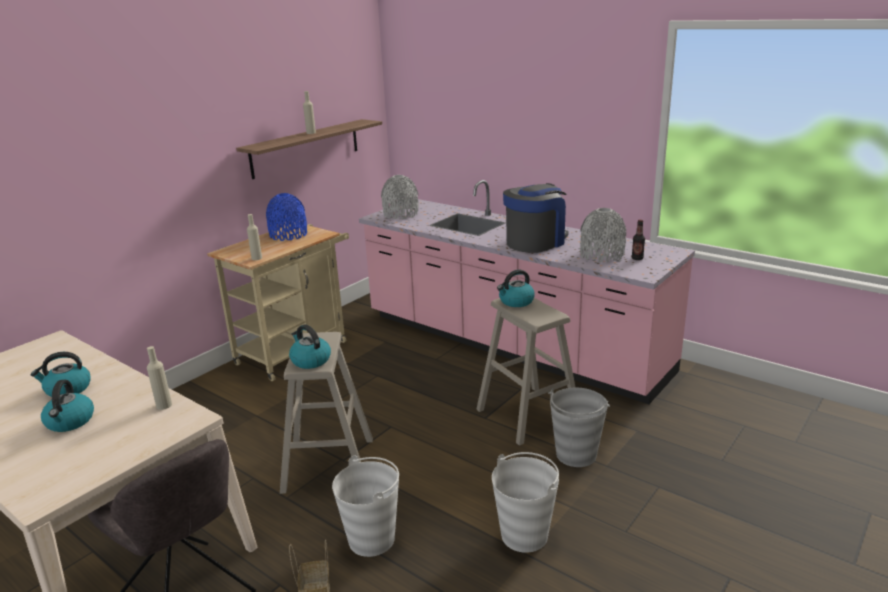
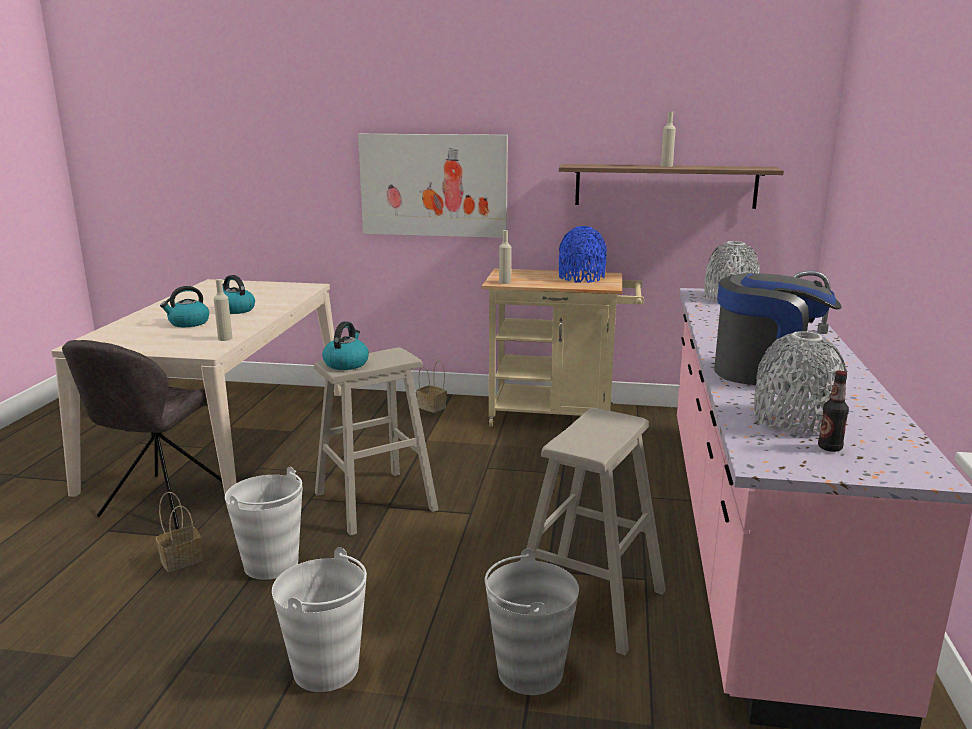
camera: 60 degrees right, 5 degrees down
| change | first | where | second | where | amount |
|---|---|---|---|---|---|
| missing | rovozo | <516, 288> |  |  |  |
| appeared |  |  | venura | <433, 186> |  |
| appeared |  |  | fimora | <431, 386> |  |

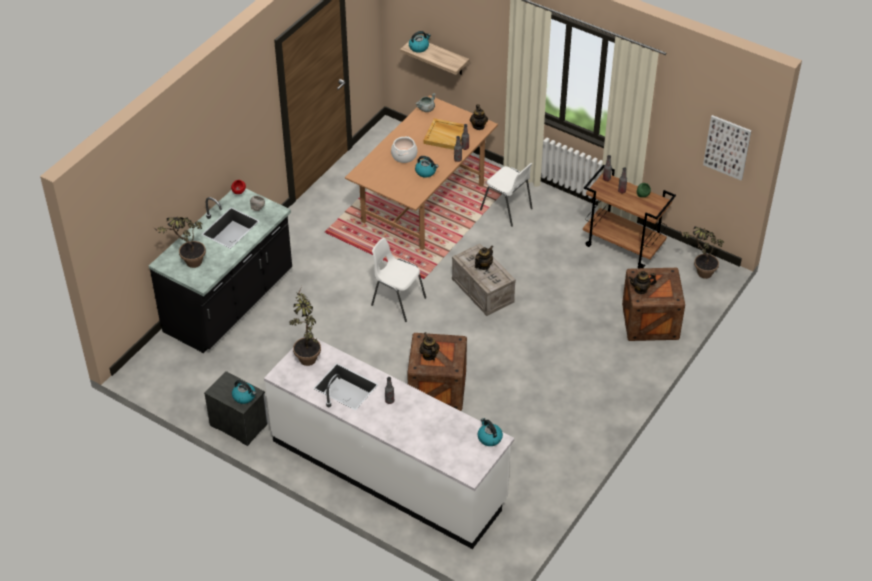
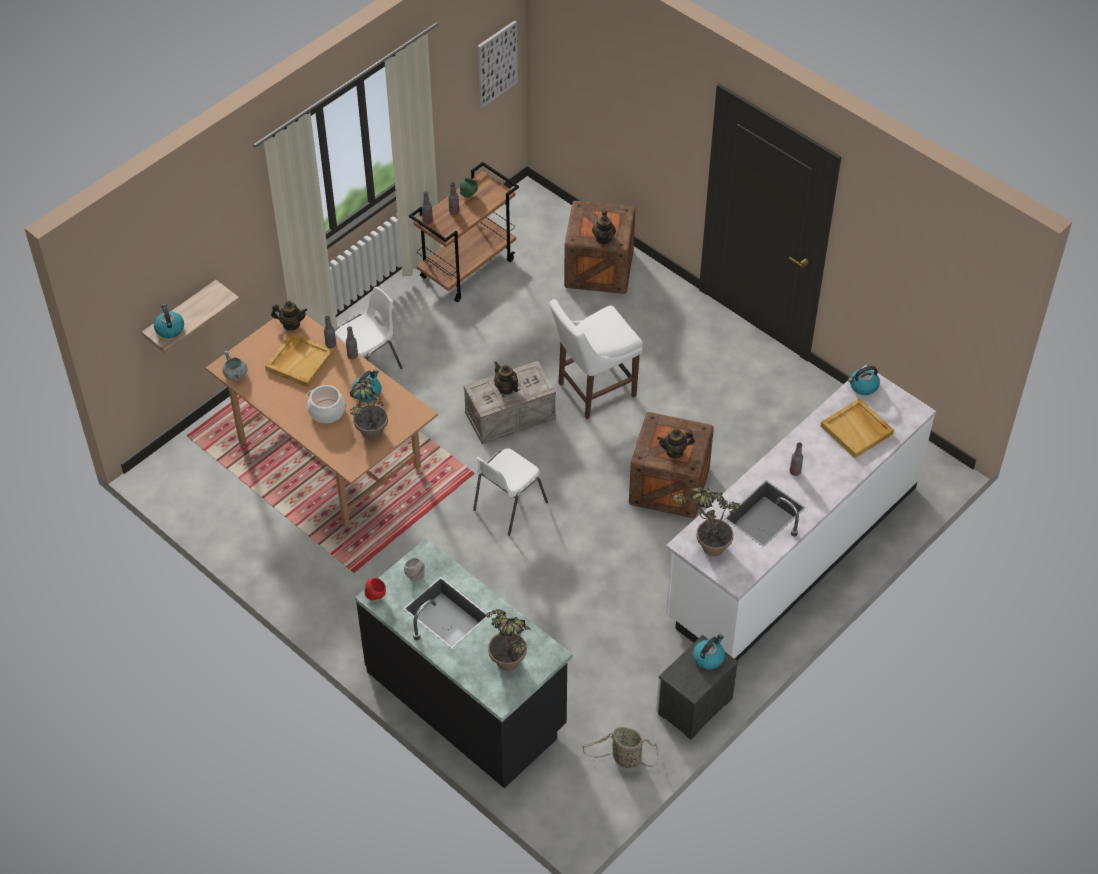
camera: 80 degrees left, 5 degrees up
| change | first | where | second | where | amount |
|---|---|---|---|---|---|
| relocated | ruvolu | <701, 253> |  | <369, 409> |  |
| appeared |  |  | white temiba | <596, 359> |  |
| appeared |  |  | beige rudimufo | <857, 428> |  |
| appeared |  |  | fimora | <620, 747> |  |

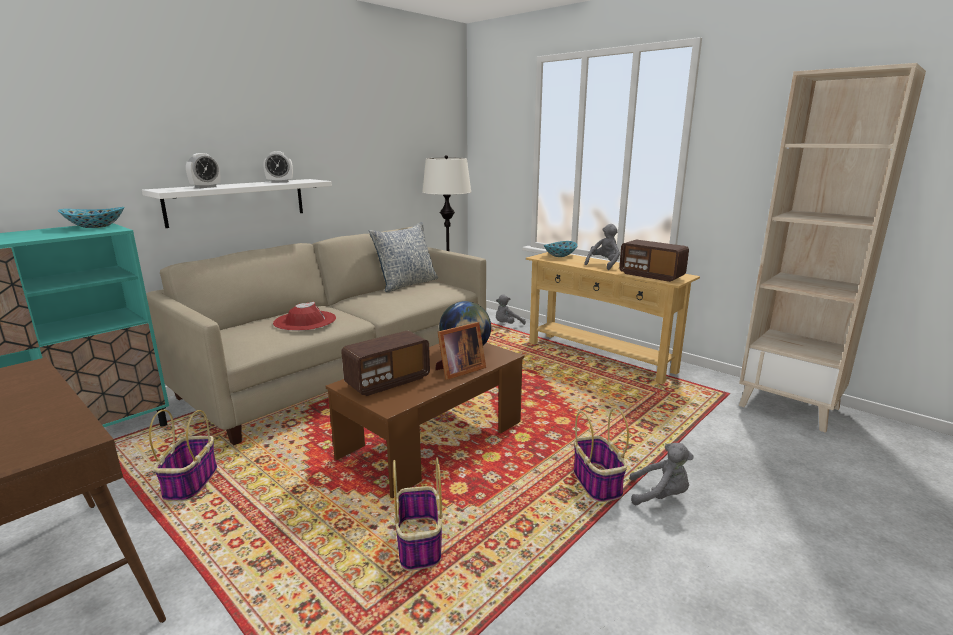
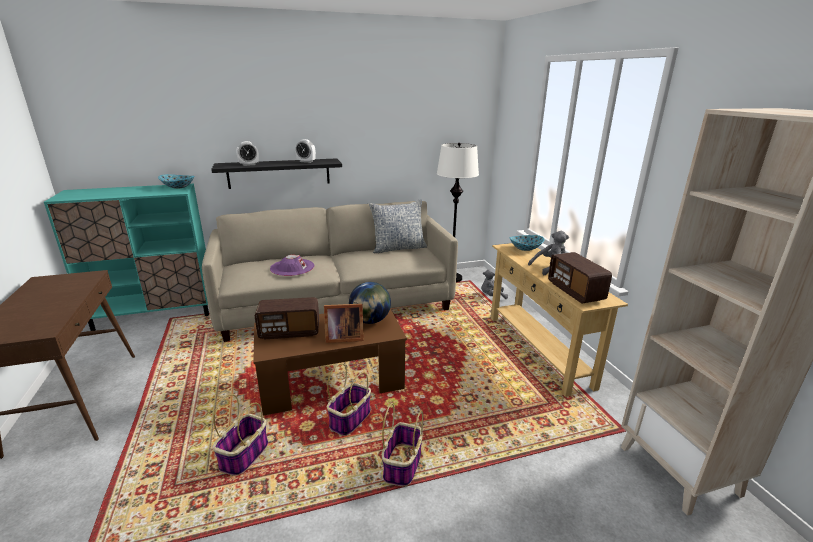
camera: 30 degrees right, 5 degrees up
| change | first | where | second | where | amount |
|---|---|---|---|---|---|
| colour | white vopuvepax | <237, 203> | black vopuvepax | <276, 173> |  |
| colour | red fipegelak | <304, 316> | purple fipegelak | <292, 265> |  |
| relocated | fimora | <183, 455> |  | <349, 399> |  |
| missing | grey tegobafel | <661, 474> |  |  |  |

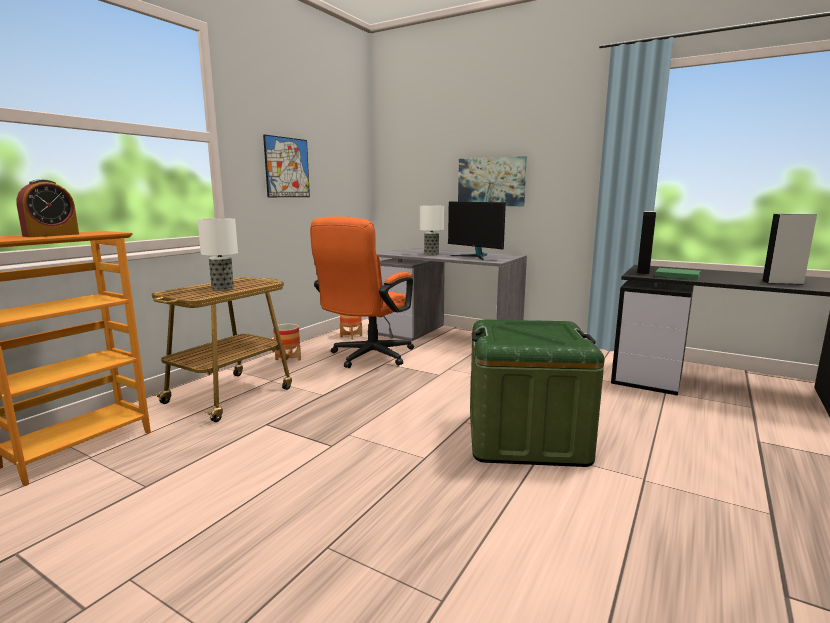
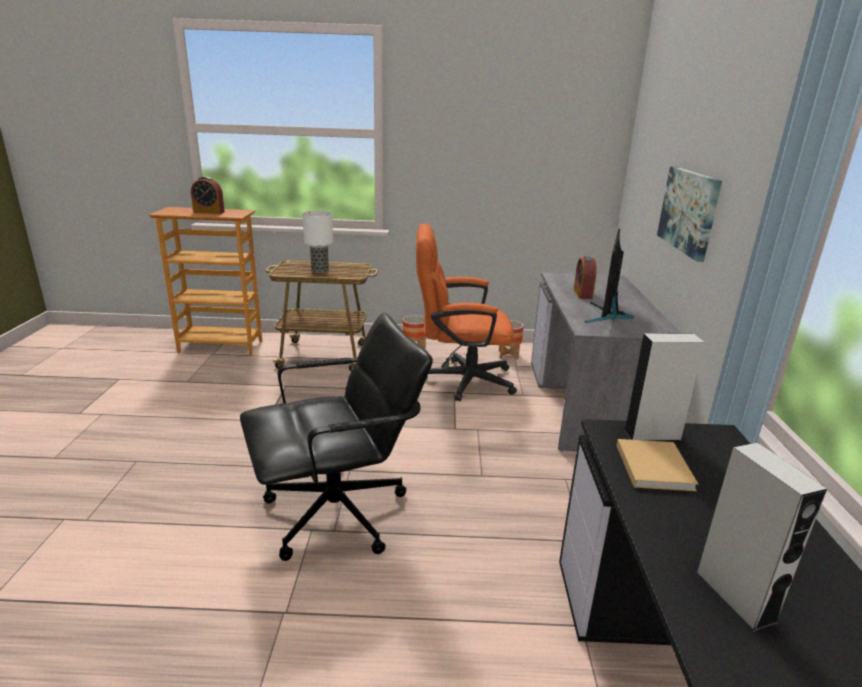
camera: 60 degrees right, 10 degrees up
| change | first | where | second | where | amount |
|---|---|---|---|---|---|
| missing | venura | <286, 165> |  |  |  |
| exchanged | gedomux | <432, 231> | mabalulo | <585, 277> |  |
| colour | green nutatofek | <677, 274> | beige nutatofek | <657, 465> |  |
| exchanged | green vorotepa | <537, 393> | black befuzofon | <336, 437> |  |

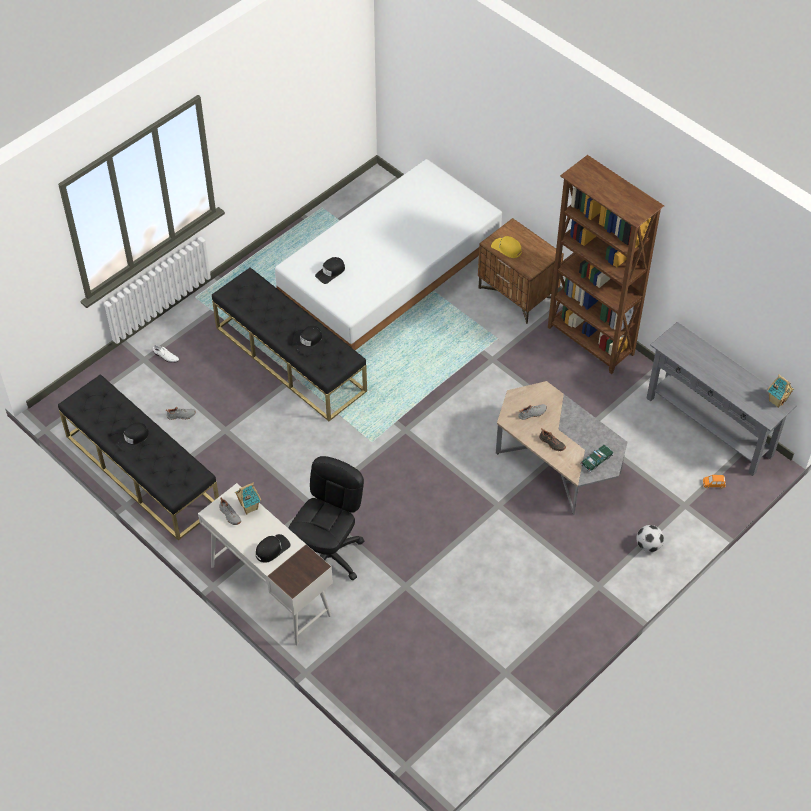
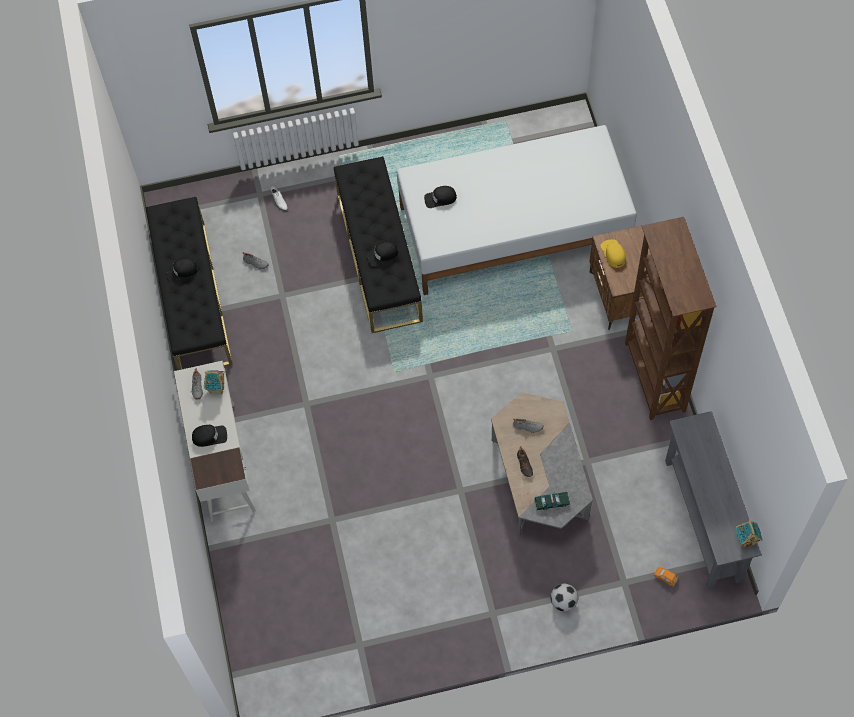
camera: 35 degrees right, 10 degrees up
| change | first | where | second | where | amount |
|---|---|---|---|---|---|
| missing | black befuzofon | <326, 518> |  |  |  |

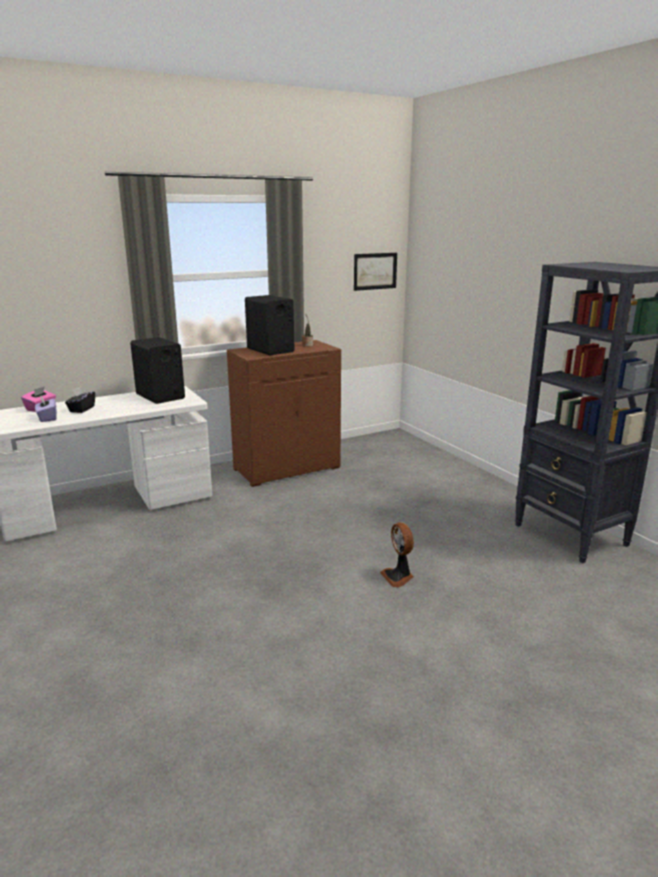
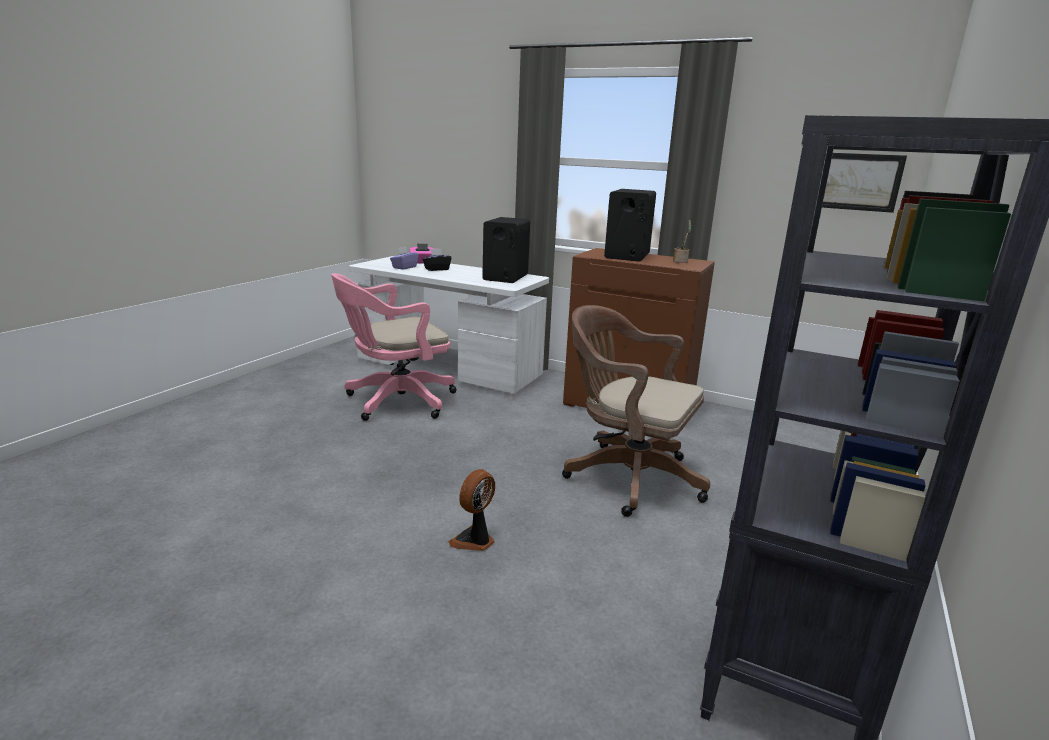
camera: 55 degrees right, 0 degrees up
| change | first | where | second | where | amount |
|---|---|---|---|---|---|
| appeared |  |  | pink befuzofon | <394, 347> |  |
| appeared |  |  | brown befuzofon | <636, 411> |  |

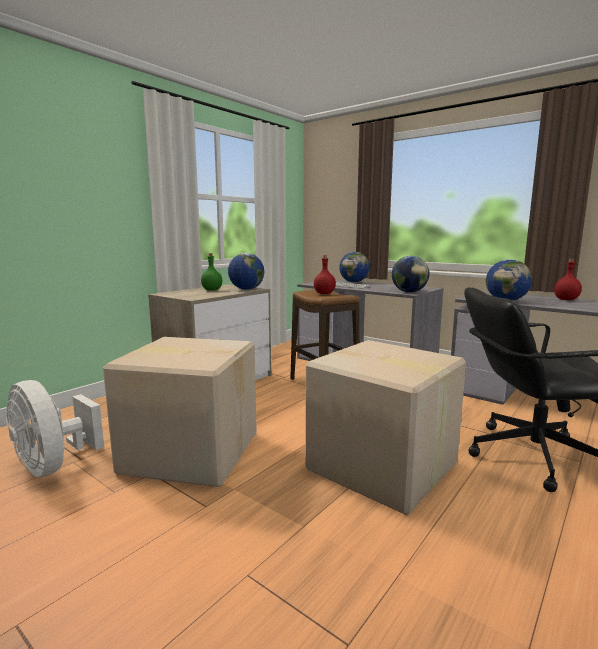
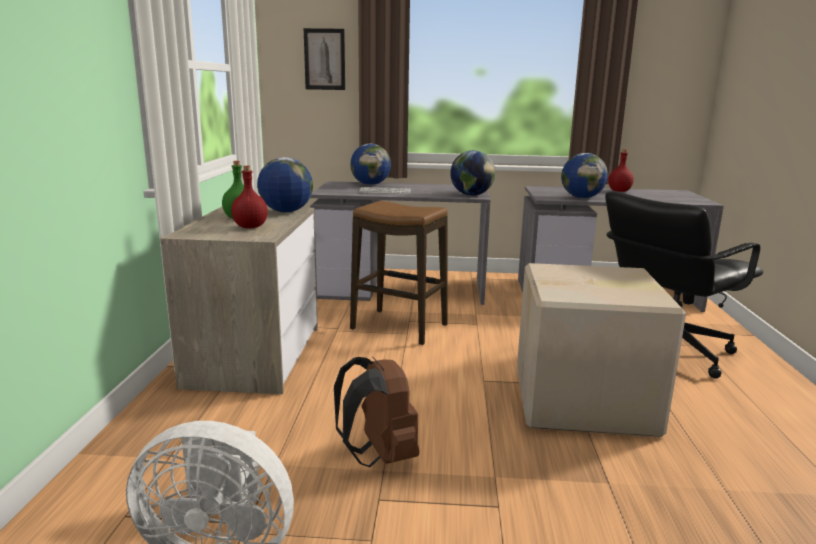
camera: 35 degrees left, 5 degrees up
| change | first | where | second | where | amount |
|---|---|---|---|---|---|
| relocated | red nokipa | <325, 274> |  | <249, 197> |  |
| exchanged | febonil | <180, 412> | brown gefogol | <376, 412> |  |
| appeared |  |  | venura | <324, 59> |  |

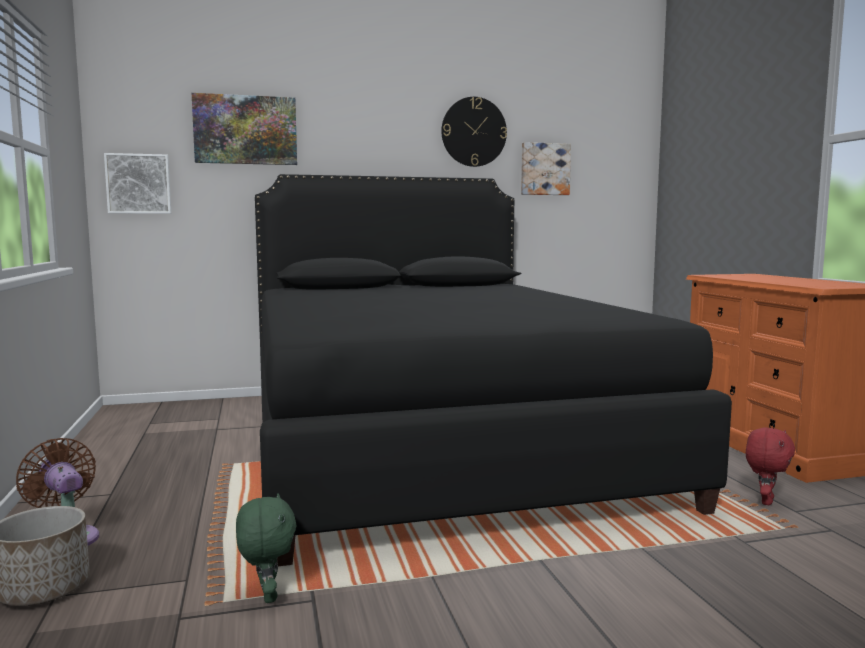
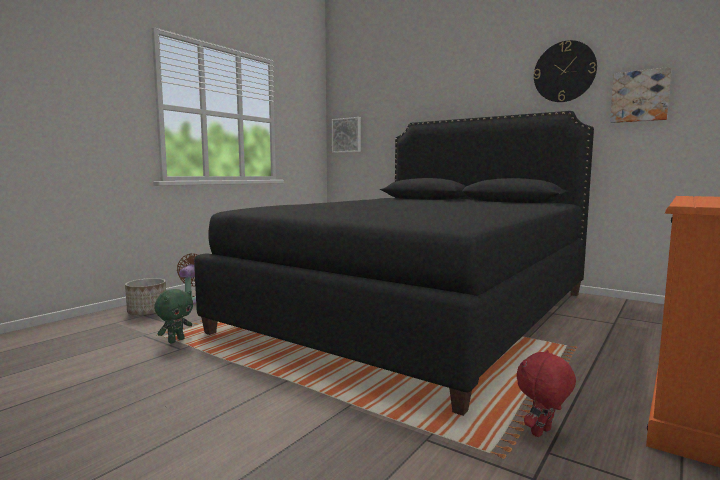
camera: 50 degrees right, 0 degrees up
| change | first | where | second | where | amount |
|---|---|---|---|---|---|
| missing | venura | <244, 129> |  |  |  |
| spun | red tegobafel | <770, 466> |  | <546, 393> | 150 degrees clockwise |

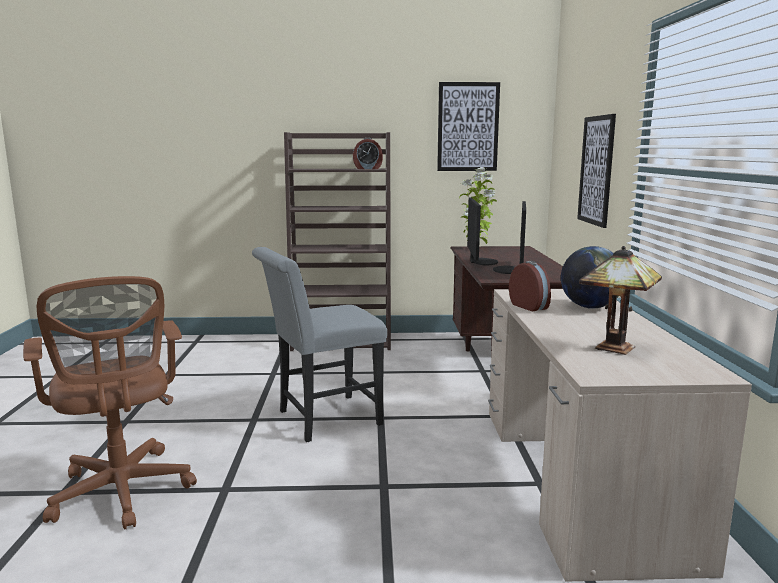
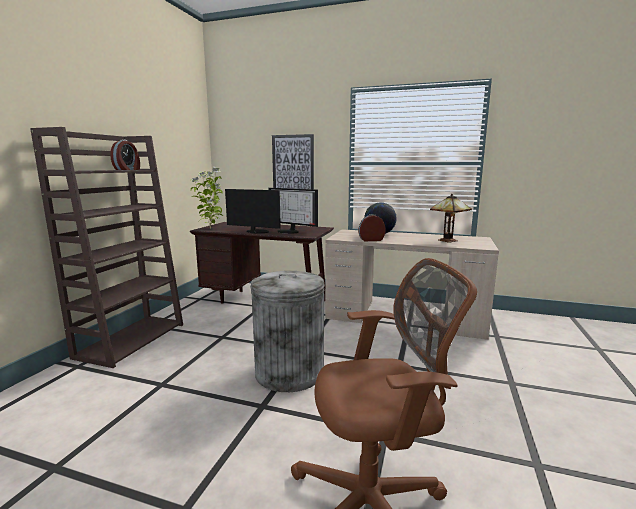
camera: 70 degrees left, 0 degrees up
| change | first | where | second | where | amount |
|---|---|---|---|---|---|
| missing | venura | <468, 126> |  |  |  |
| exchanged | grey temiba | <319, 344> | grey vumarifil | <287, 331> |  |

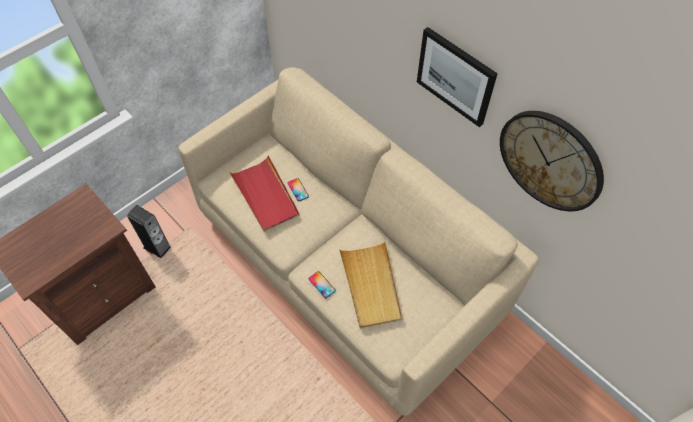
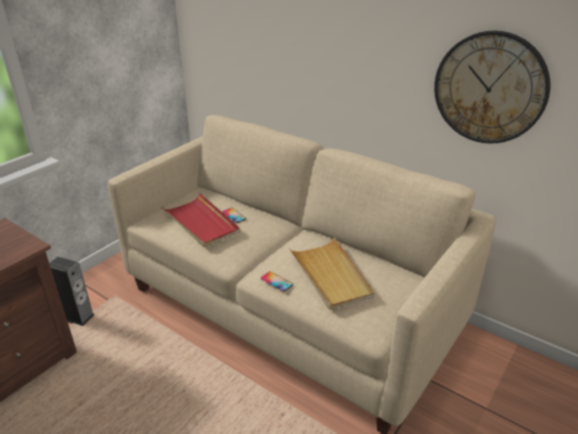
camera: 10 degrees left, 25 degrees down
| change | first | where | second | where | amount |
|---|---|---|---|---|---|
| missing | venura | <457, 77> |  |  |  |

